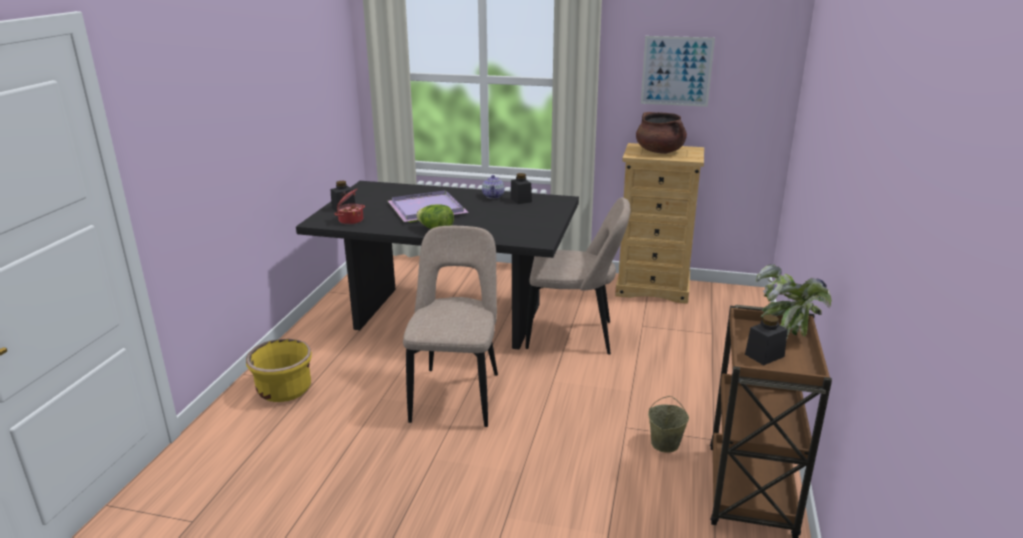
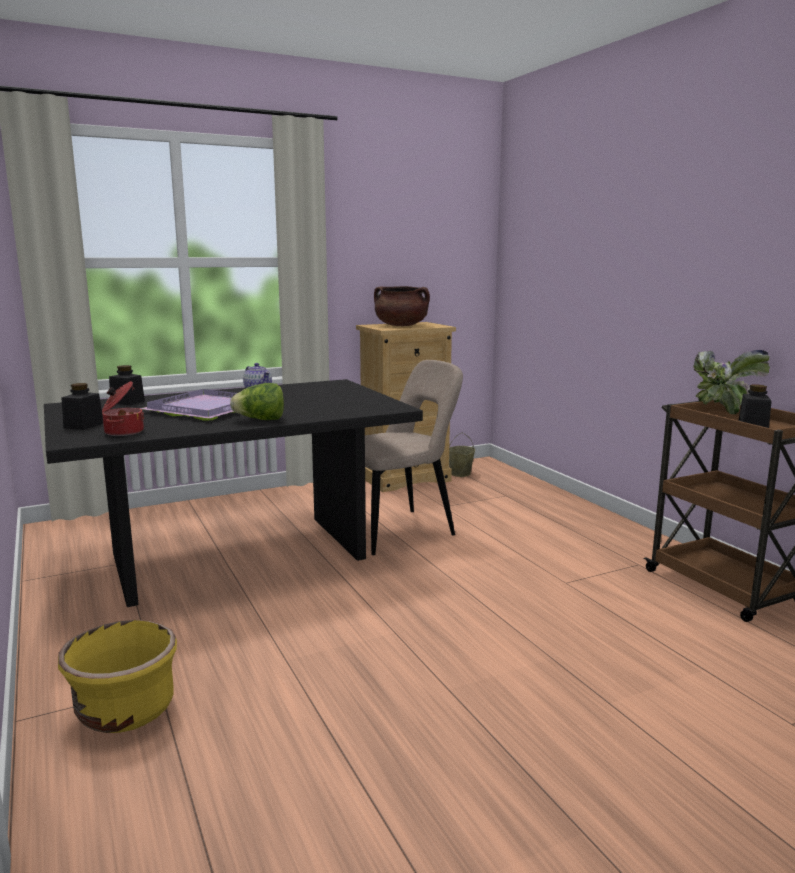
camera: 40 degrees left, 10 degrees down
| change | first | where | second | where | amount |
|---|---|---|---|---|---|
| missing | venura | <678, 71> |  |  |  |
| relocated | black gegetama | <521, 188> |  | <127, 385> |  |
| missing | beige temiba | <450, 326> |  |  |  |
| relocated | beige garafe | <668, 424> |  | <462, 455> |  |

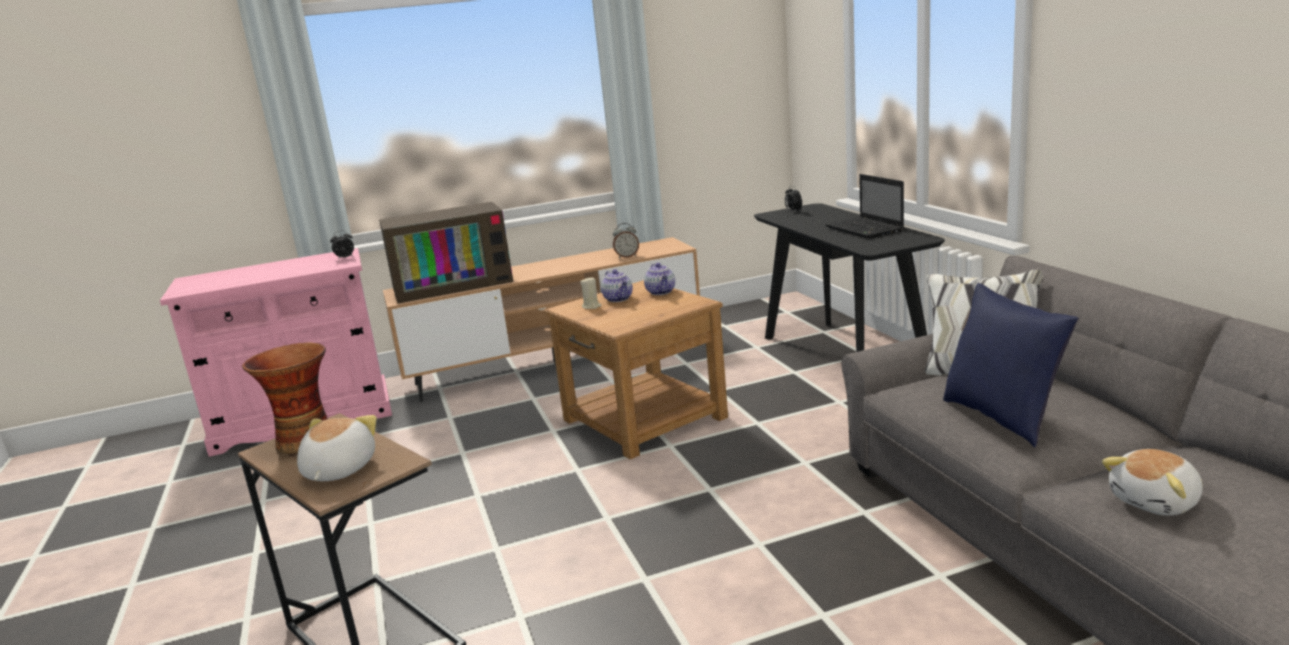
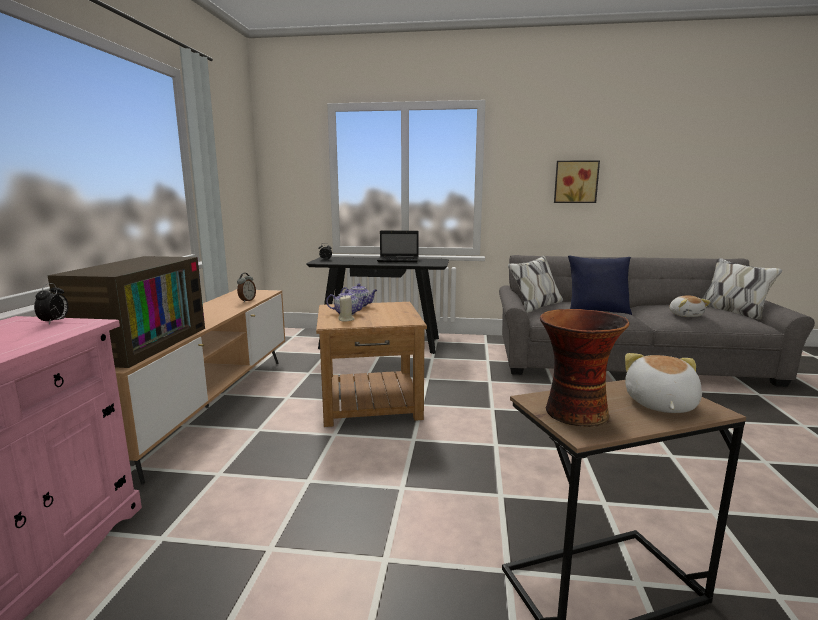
camera: 65 degrees left, 5 degrees down
| change | first | where | second | where | amount |
|---|---|---|---|---|---|
| spun | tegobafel | <337, 448> |  | <663, 383> | 75 degrees clockwise |
| appeared |  |  | venura | <577, 181> |  |

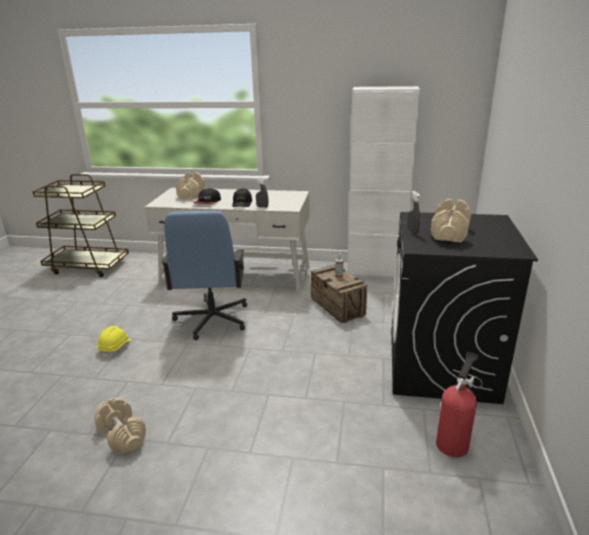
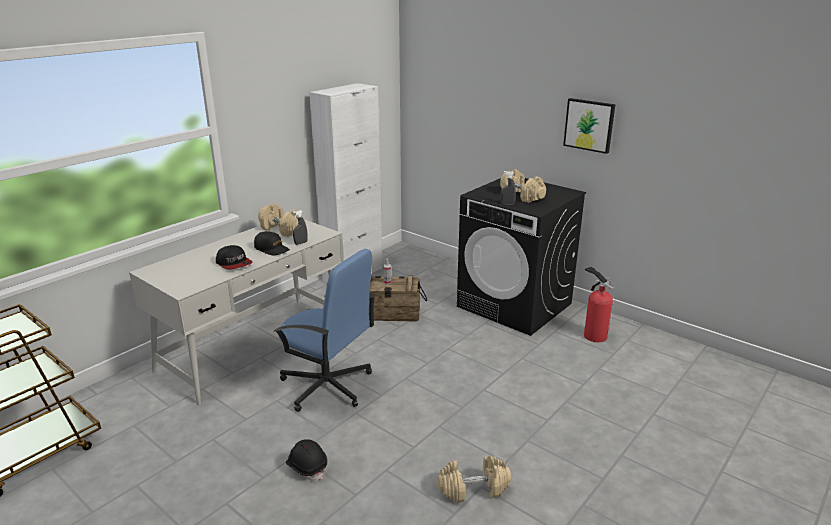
camera: 60 degrees left, 0 degrees up
| change | first | where | second | where | amount |
|---|---|---|---|---|---|
| relocated | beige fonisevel | <190, 185> |  | <281, 220> |  |
| colour | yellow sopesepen | <114, 342> | black sopesepen | <306, 460> |  |
| appeared |  |  | venura | <589, 126> |  |

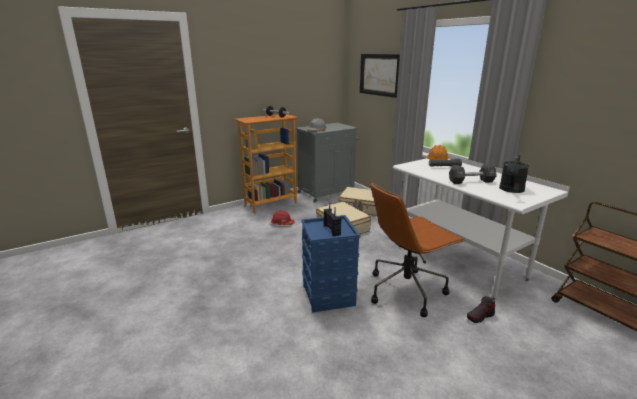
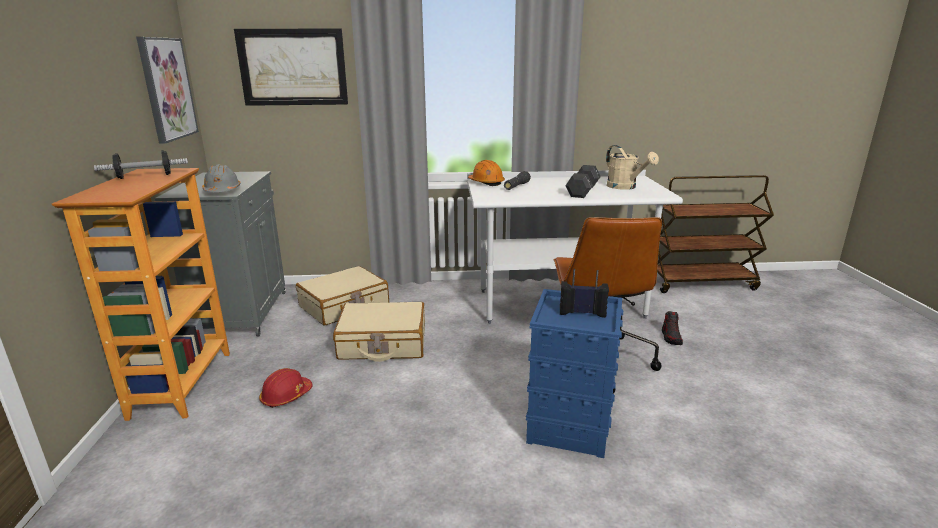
camera: 60 degrees left, 0 degrees up
| change | first | where | second | where | amount |
|---|---|---|---|---|---|
| colour | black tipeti | <514, 174> | beige tipeti | <632, 167> |  |
| appeared |  |  | venura | <167, 90> |  |

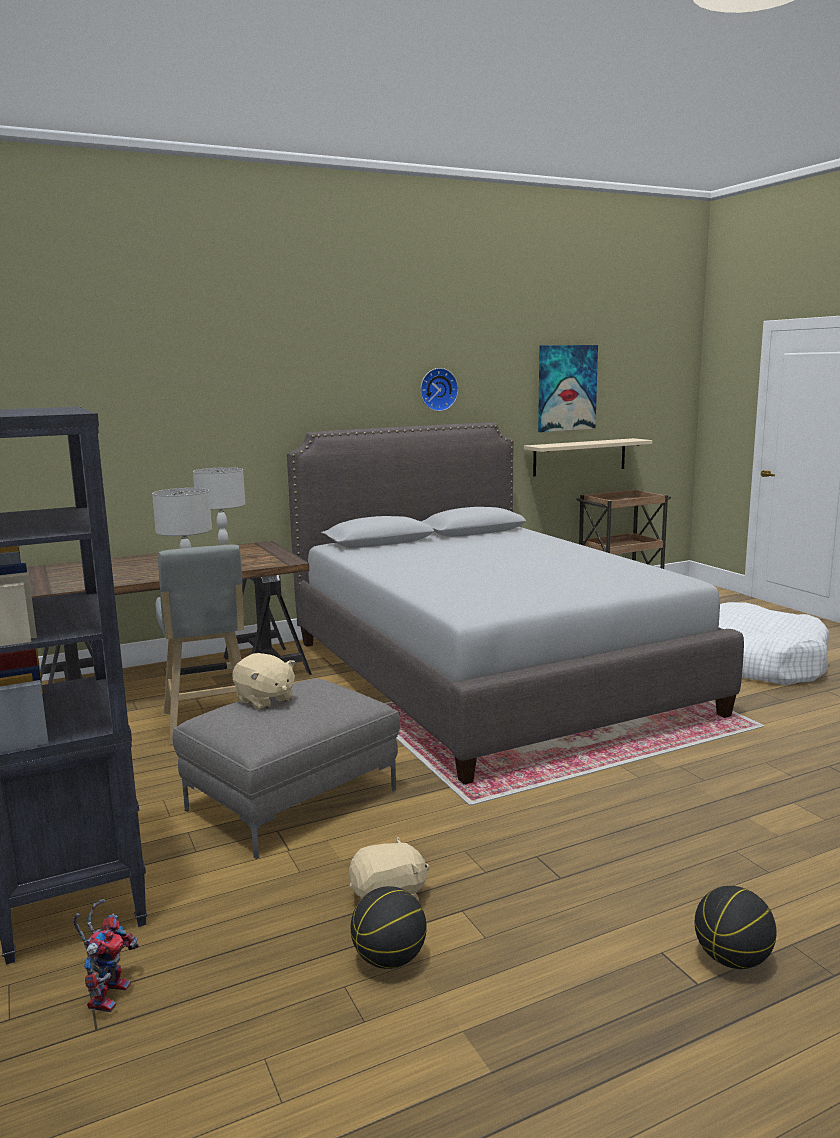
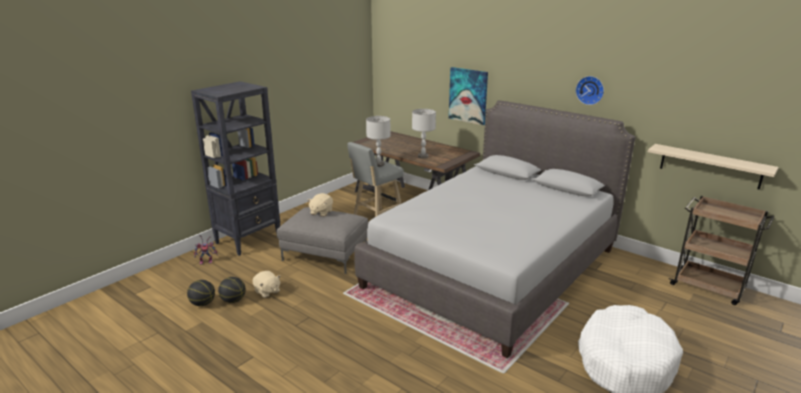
camera: 65 degrees right, 10 degrees up
| change | first | where | second | where | amount |
|---|---|---|---|---|---|
| relocated | venura | <568, 388> |  | <468, 96> |  |
| relocated | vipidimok | <736, 927> |  | <201, 293> |  |

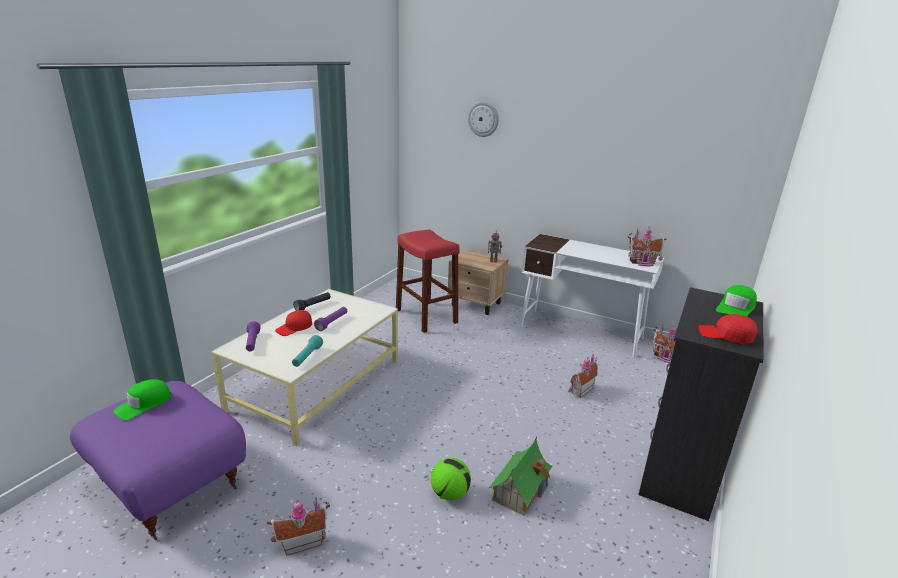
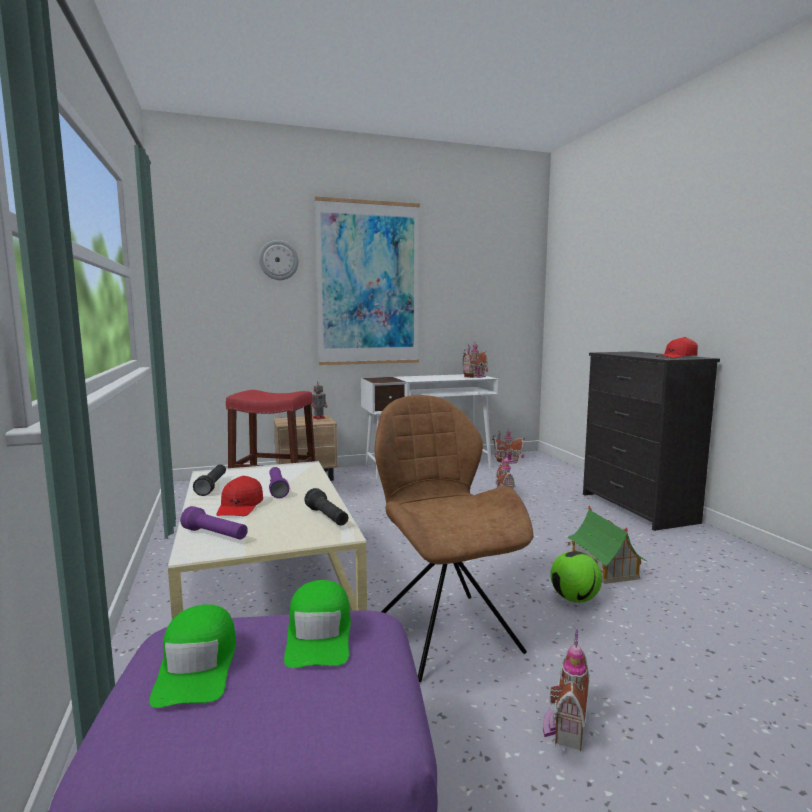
camera: 45 degrees left, 15 degrees down
| change | first | where | second | where | amount |
|---|---|---|---|---|---|
| relocated | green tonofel | <736, 301> |  | <317, 624> |  |
| colour | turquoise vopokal | <307, 351> | black vopokal | <326, 507> |  |
| appeared |  |  | venura | <367, 281> |  |
| appeared |  |  | brown temiba | <454, 538> |  |

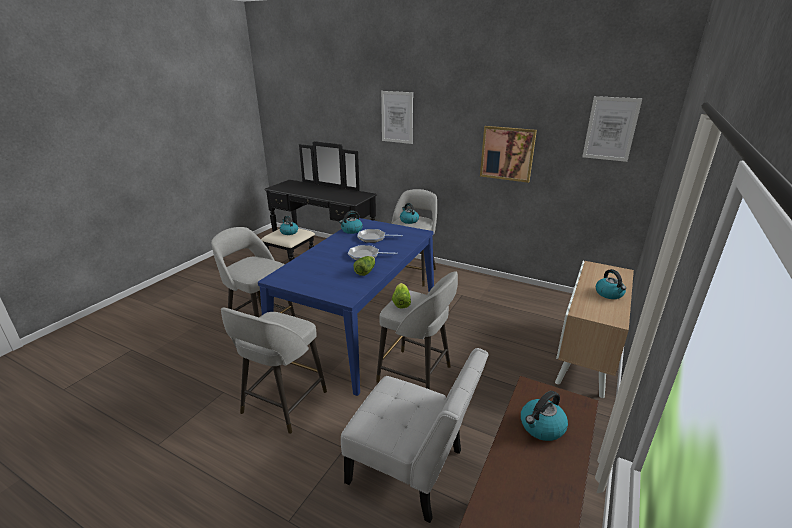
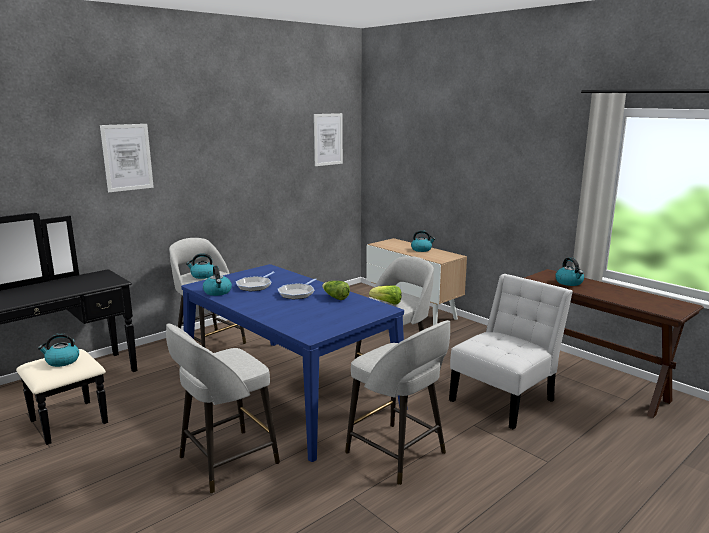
camera: 70 degrees left, 10 degrees down
| change | first | where | second | where | amount |
|---|---|---|---|---|---|
| missing | venura | <508, 154> |  |  |  |

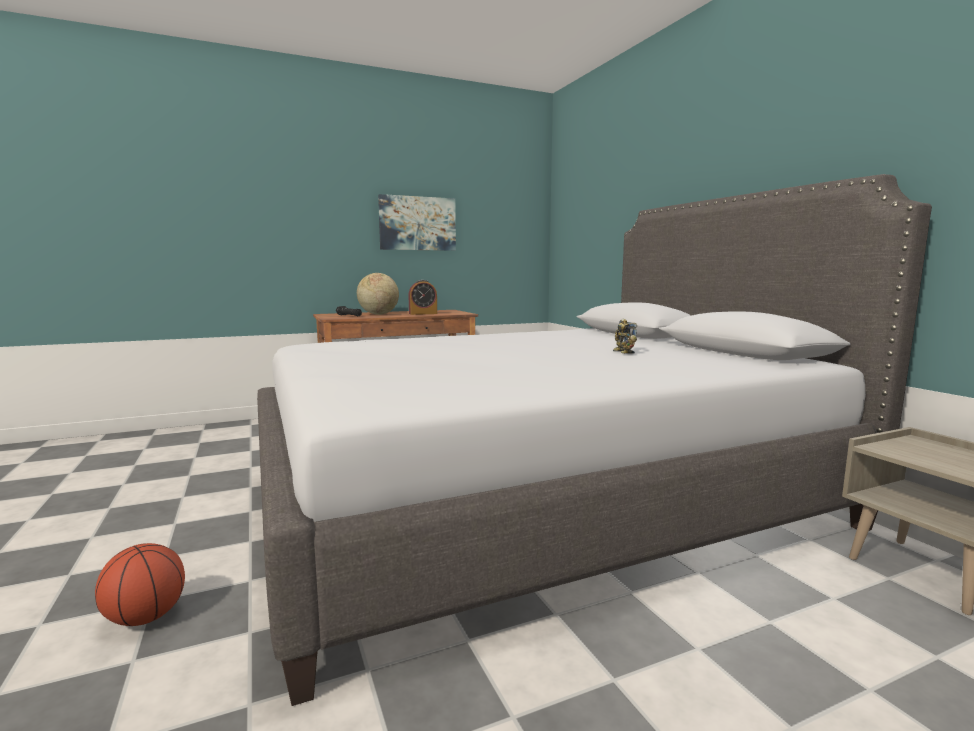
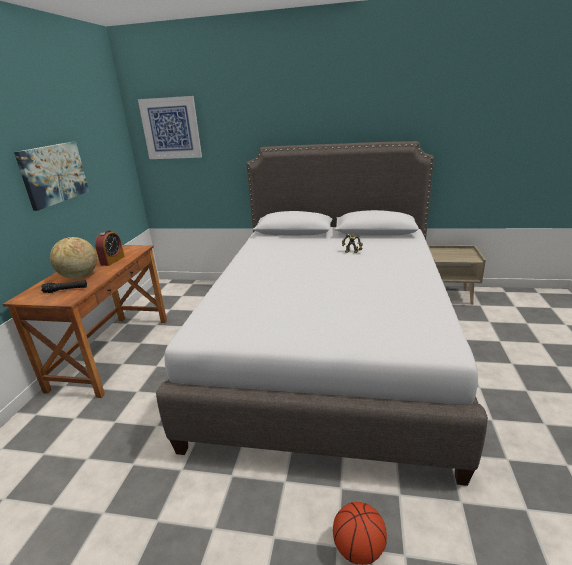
camera: 55 degrees left, 15 degrees up
| change | first | where | second | where | amount |
|---|---|---|---|---|---|
| appeared |  |  | venura | <170, 127> |  |

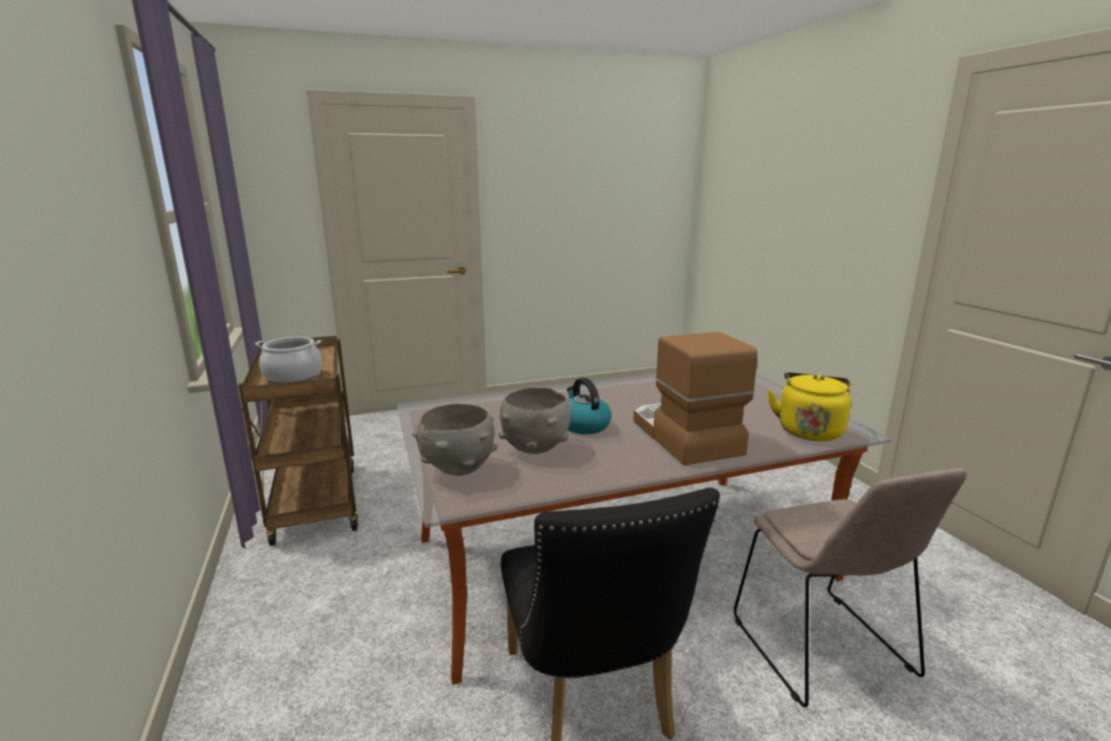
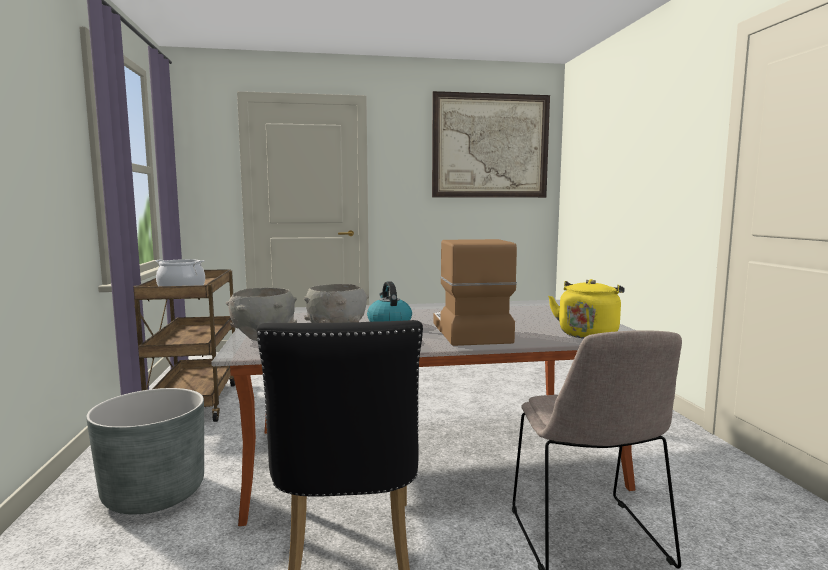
camera: 10 degrees right, 10 degrees down
| change | first | where | second | where | amount |
|---|---|---|---|---|---|
| appeared |  |  | venura | <491, 144> |  |
| appeared |  |  | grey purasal | <145, 451> |  |

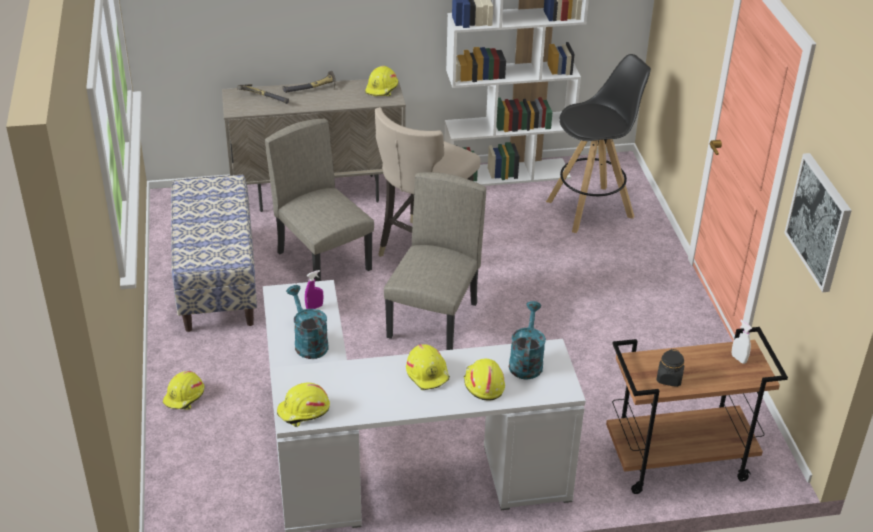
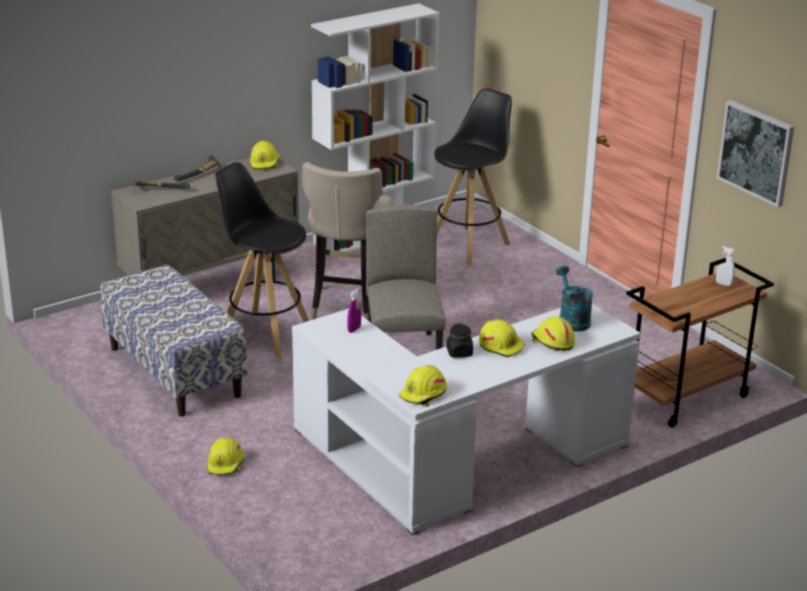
camera: 25 degrees left, 10 degrees down
| change | first | where | second | where | amount |
|---|---|---|---|---|---|
| exchanged | beige temiba | <319, 200> | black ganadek | <262, 260> |  |
| missing | turquoise tipeti | <307, 322> |  |  |  |
| relocated | black gegetama | <670, 368> |  | <460, 340> |  |

